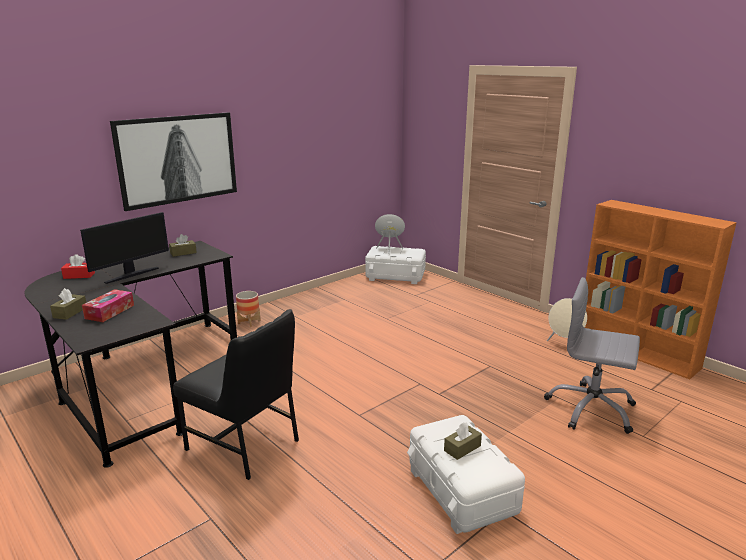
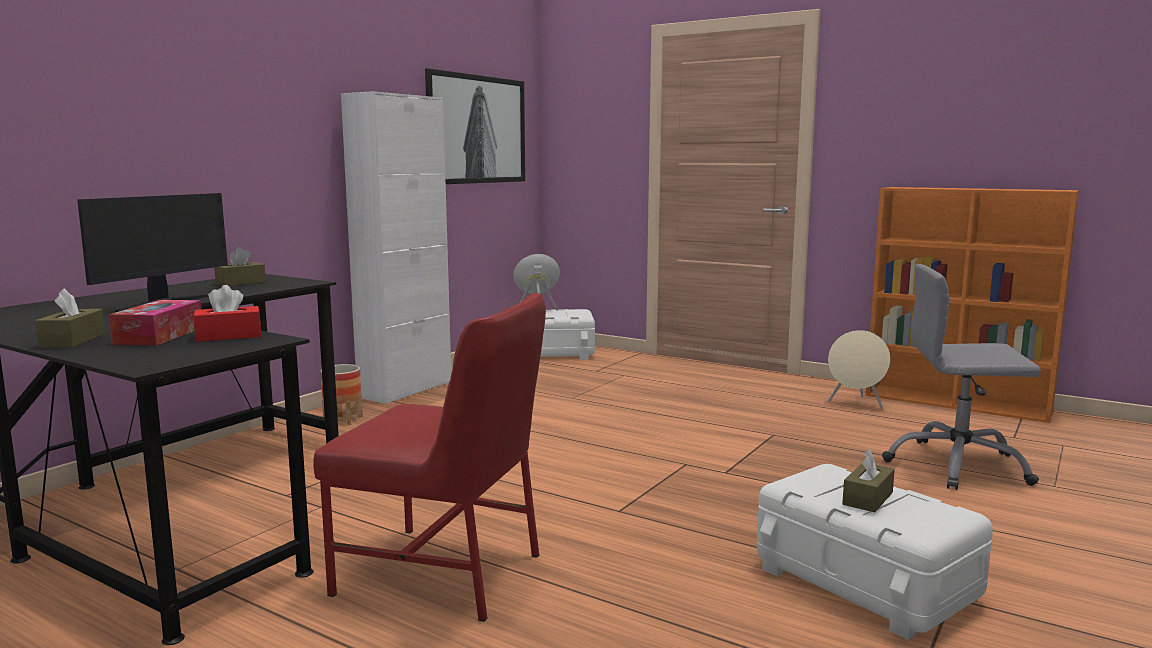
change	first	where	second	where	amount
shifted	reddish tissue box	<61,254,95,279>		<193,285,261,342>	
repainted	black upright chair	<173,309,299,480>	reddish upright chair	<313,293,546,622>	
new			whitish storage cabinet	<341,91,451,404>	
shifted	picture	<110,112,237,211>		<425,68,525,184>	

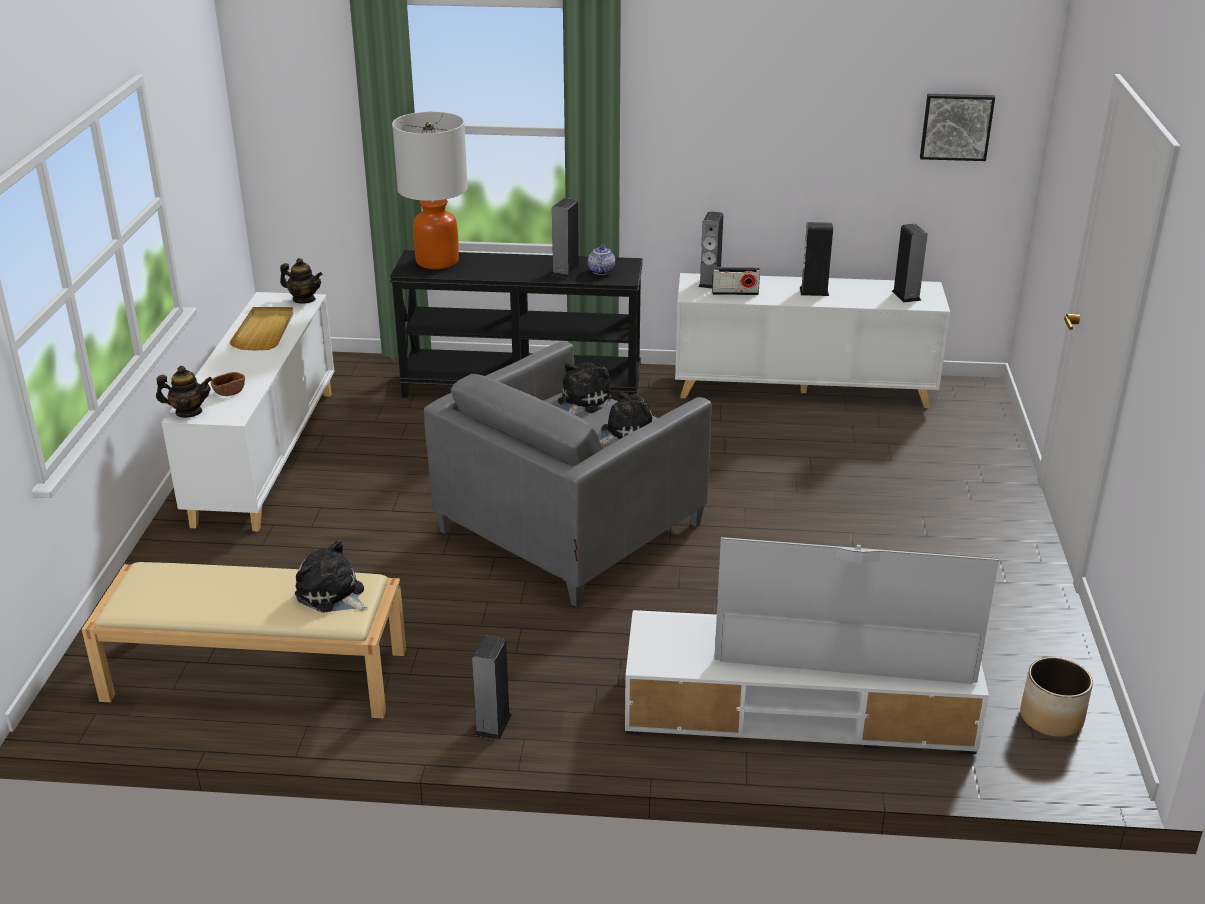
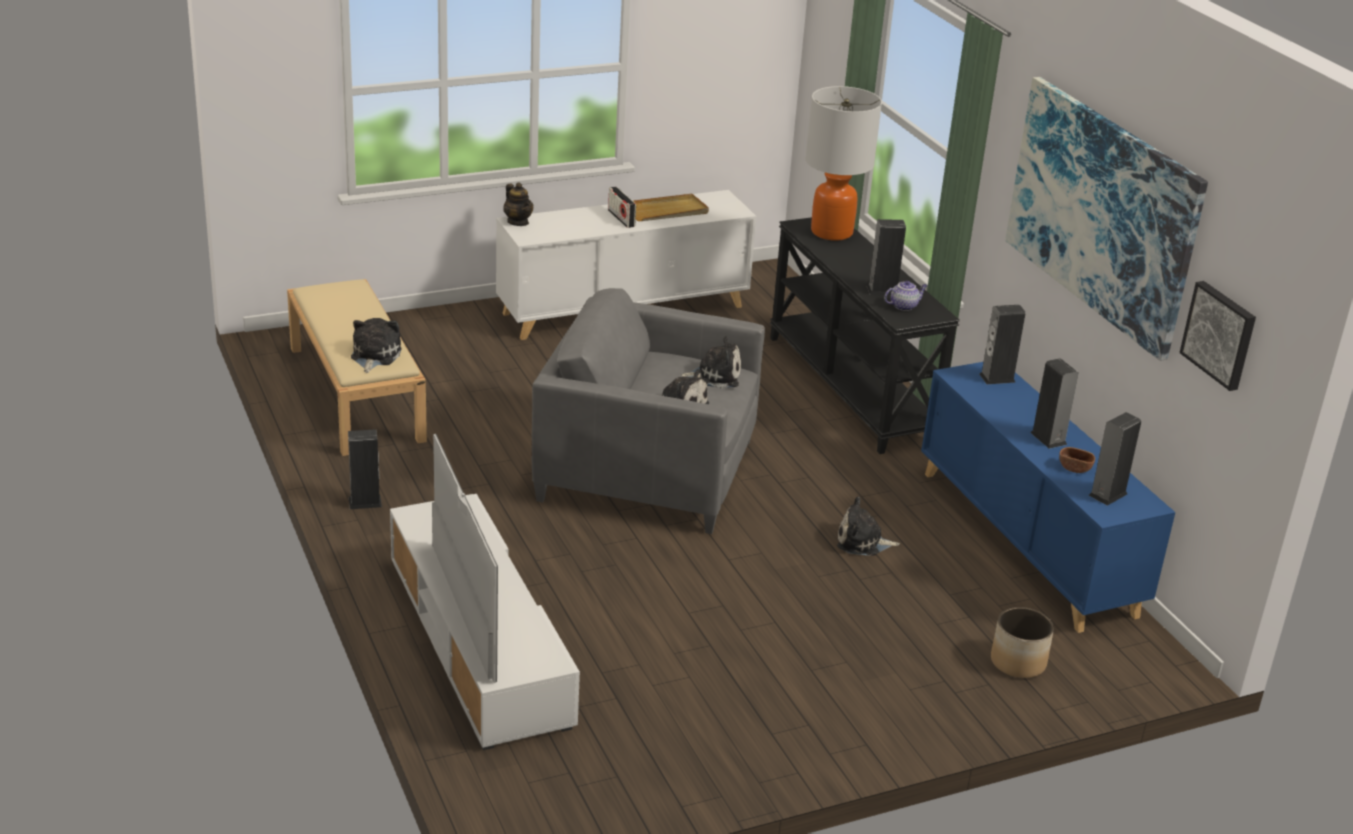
change	first	where	second	where	amount
shifted	radio	<712,267,760,295>		<608,187,636,228>	
new			soft toy	<837,497,900,556>	
repainted	whitish storage cabinet	<675,273,950,408>	bluish storage cabinet	<921,362,1175,633>	
shifted	plant pot	<1020,657,1093,737>		<991,607,1054,678>	
new			picture	<1005,77,1208,361>	
shifted	brown-coloured serving bowl	<211,372,245,396>		<1059,447,1095,473>	
gone	teapot	<280,258,323,304>			

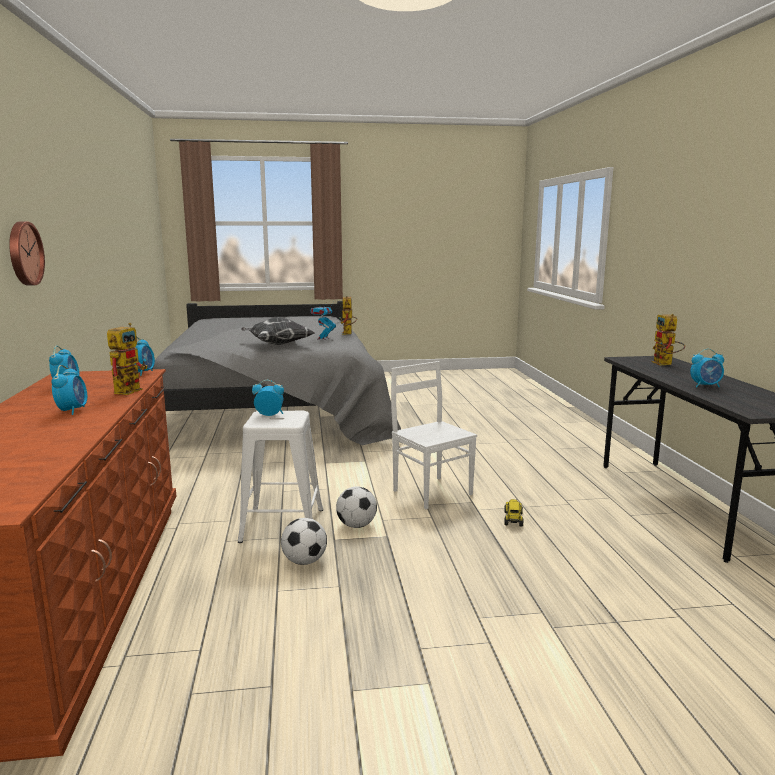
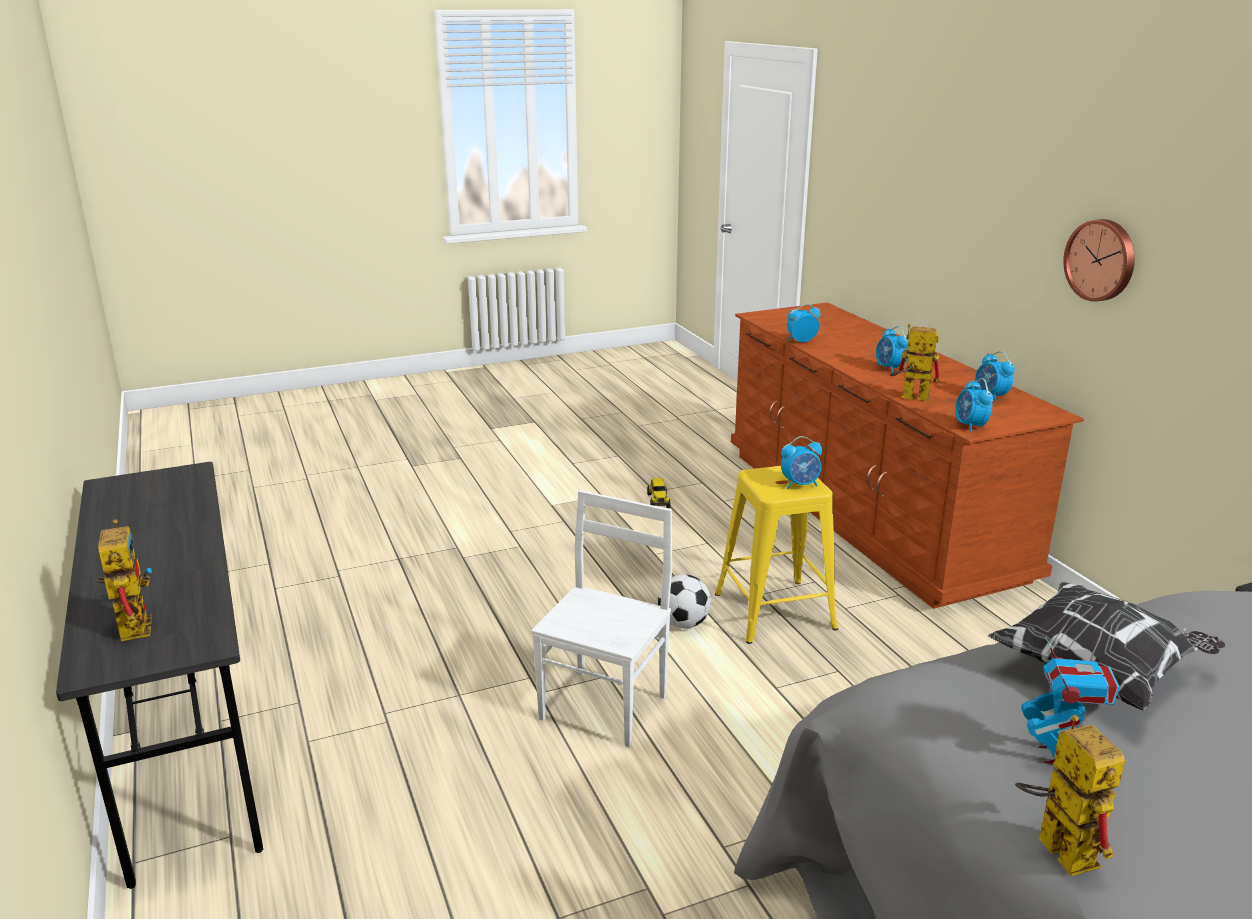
change	first	where	second	where	amount
rotated	whitish upright chair	<391,361,477,509>		<531,490,672,748>	105 degrees counterclockwise
shifted	model truck	<504,499,523,527>		<647,478,670,508>	
repainted	whitish stool seat	<238,411,323,543>	yellowish stool seat	<715,466,838,644>	
shifted	bedside clock	<690,349,724,387>		<787,304,820,342>	
rotated	robot figure	<107,323,148,395>		<890,324,941,401>	105 degrees clockwise
gone	football	<281,518,327,565>			

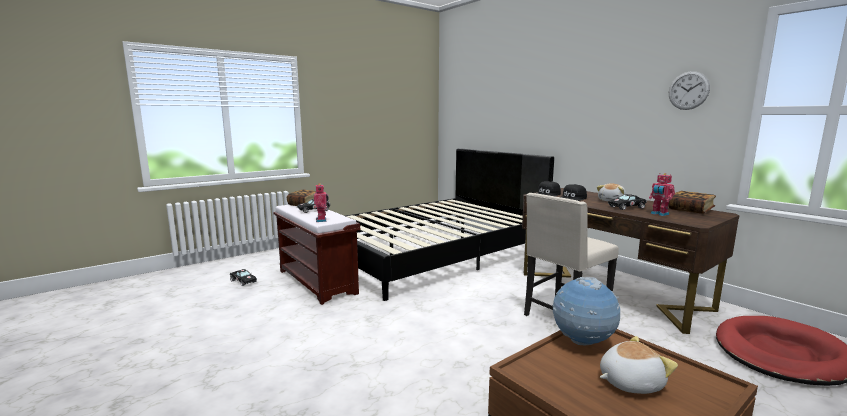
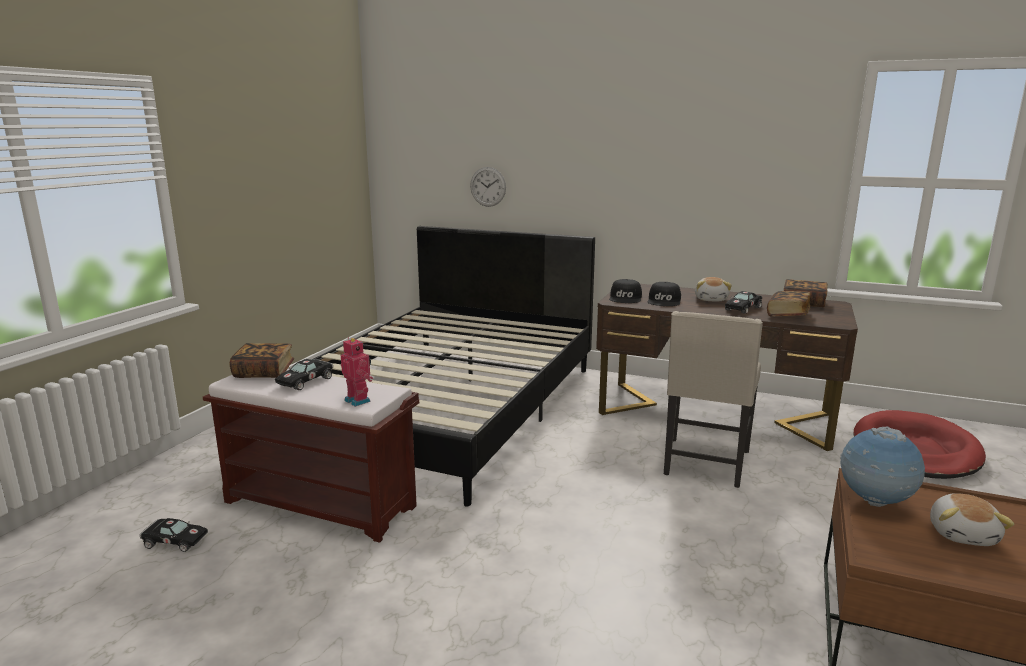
change	first	where	second	where	amount
shifted	hanging clock	<669,71,710,110>		<470,167,506,207>	
swapped	robot figure	<649,173,675,216>	volume	<767,291,811,316>	
rotated	soft toy	<600,336,678,394>		<930,493,1014,546>	150 degrees clockwise

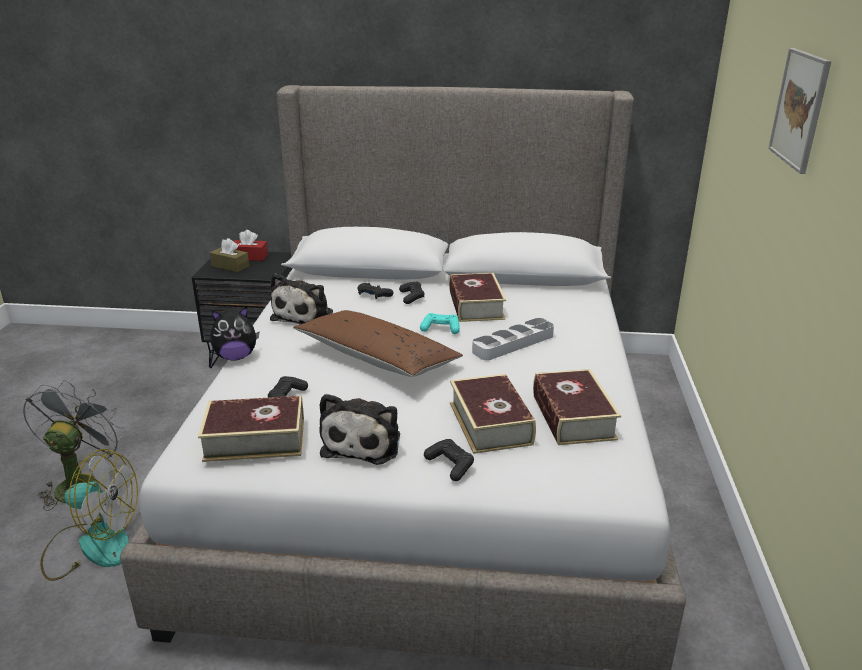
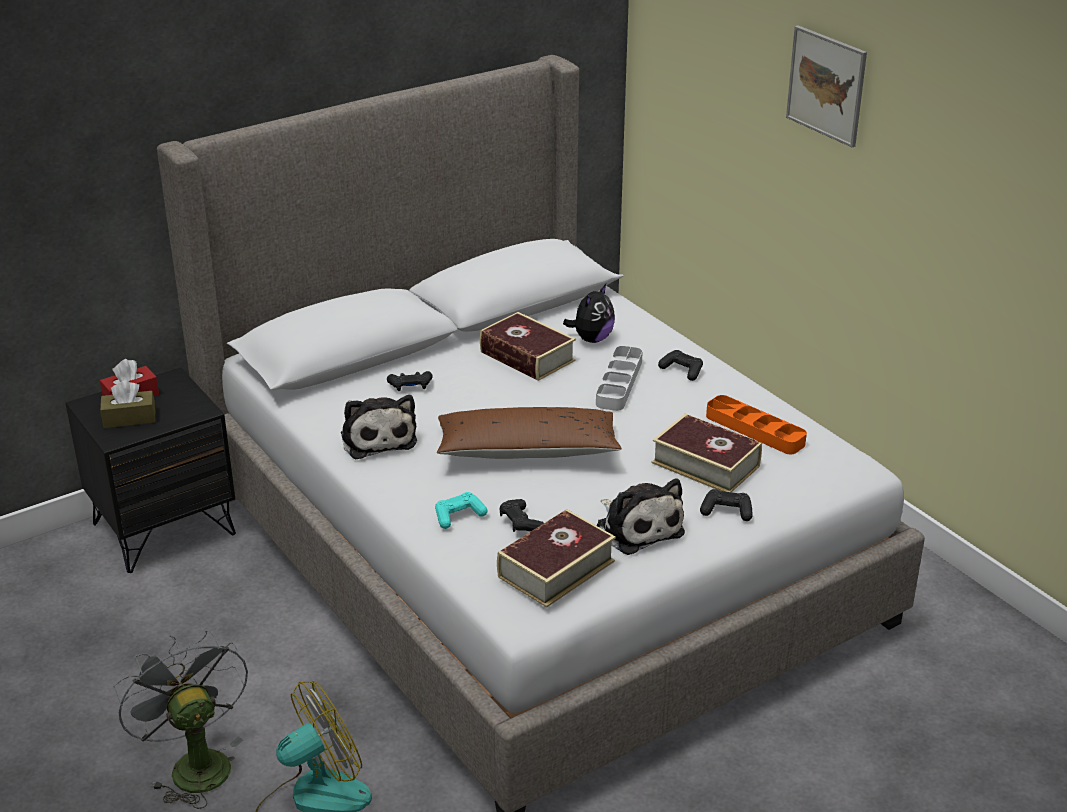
change	first	where	second	where	amount
shifted	turquoise-coloured game controller	<420,313,460,334>		<435,492,487,529>	
shifted	soft toy	<210,306,259,361>		<563,284,615,343>	
shifted	black game controller	<399,282,425,304>		<658,350,703,381>	
swapped	volume	<533,369,621,445>	orangey serving tray	<706,395,807,454>	

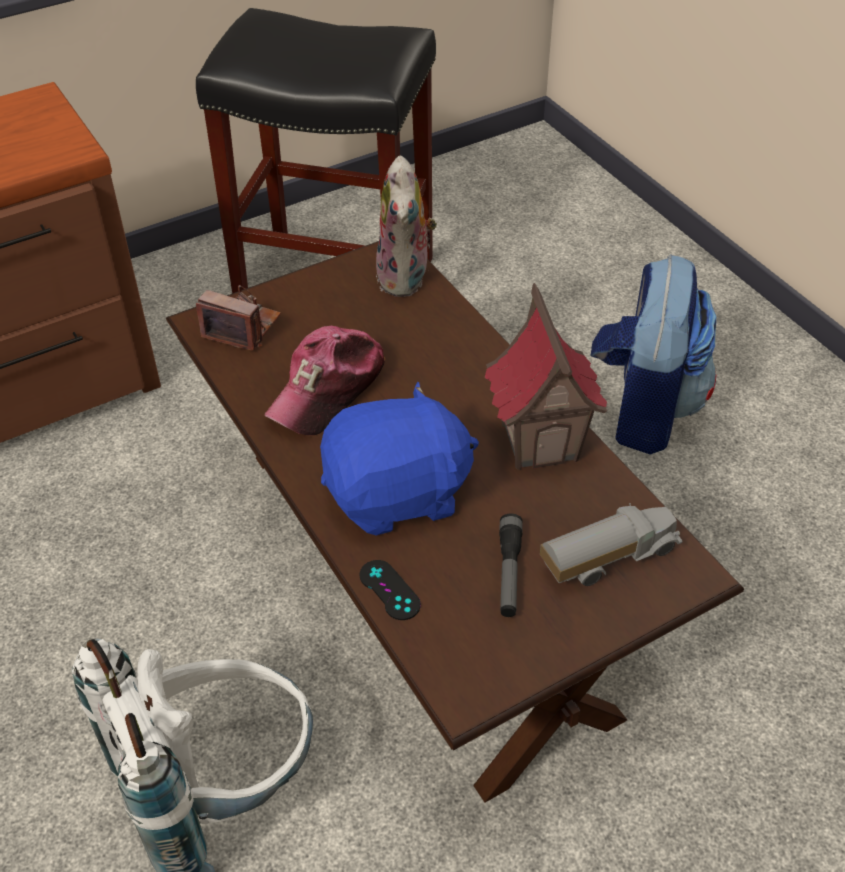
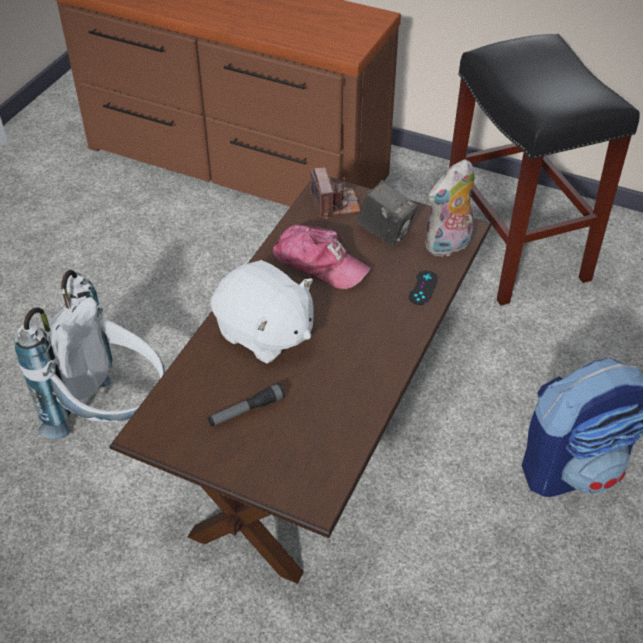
change	first	where	second	where	amount
repainted	bluish soft toy	<320,382,479,536>	whitish soft toy	<211,260,313,364>	
rotated	peaked cap	<264,326,386,435>		<273,224,371,289>	150 degrees counterclockwise
new			still camera	<357,182,418,246>	
shifted	black game controller	<359,560,421,620>		<409,271,438,305>	
gone	toy house	<485,283,607,470>			
gone	model truck	<540,503,683,586>			

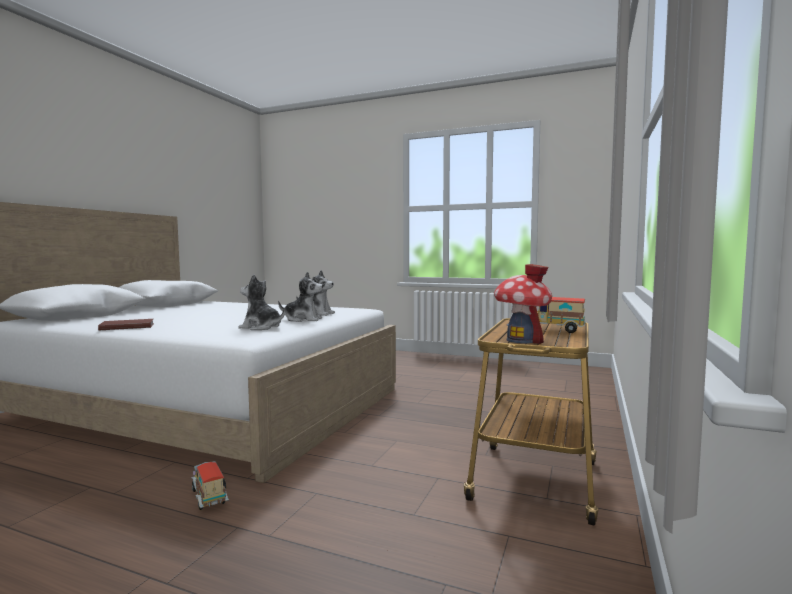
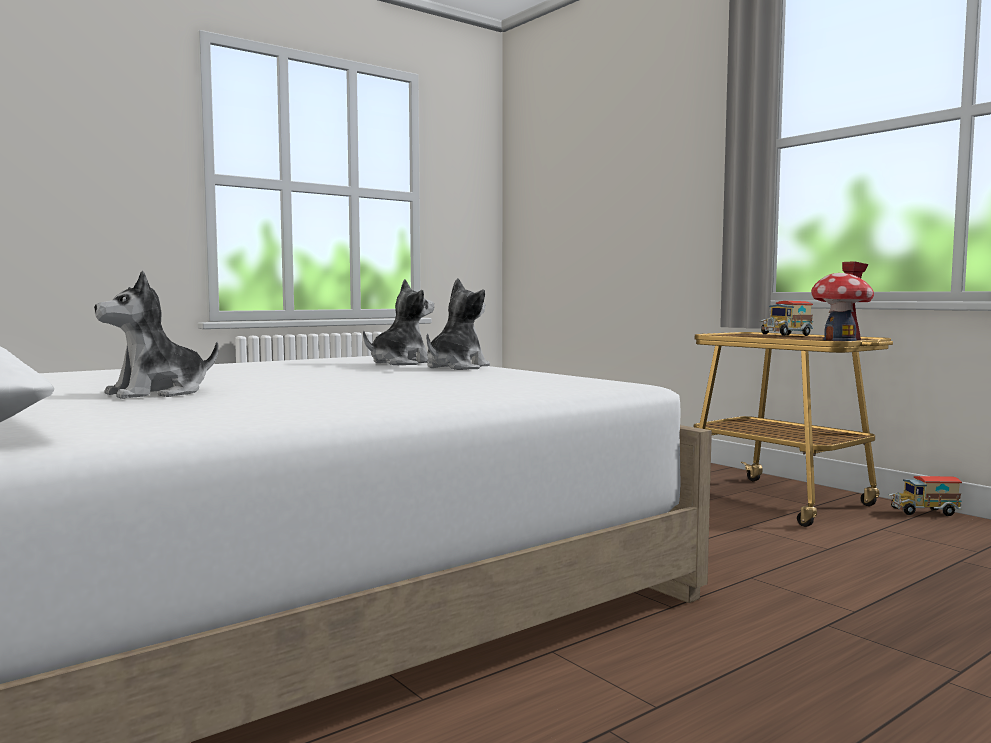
change	first	where	second	where	amount
shifted	soft toy	<238,274,286,330>		<94,270,219,399>	
shifted	model truck	<191,461,229,510>		<889,476,962,516>	
gone	brown-coloured volume	<98,319,154,330>			

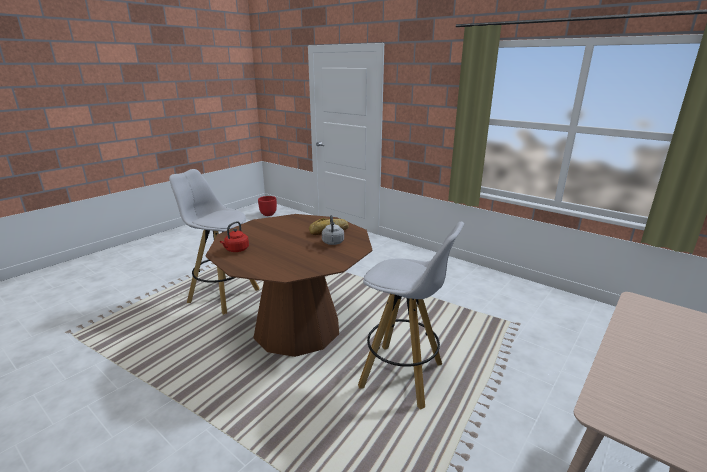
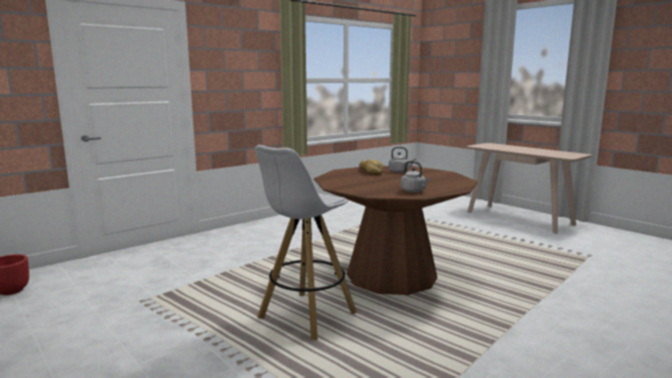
change	first	where	second	where	amount
repainted	reddish kettle	<220,221,249,252>	grey kettle	<401,161,430,193>	
gone	whitish stool seat	<358,222,464,410>			

